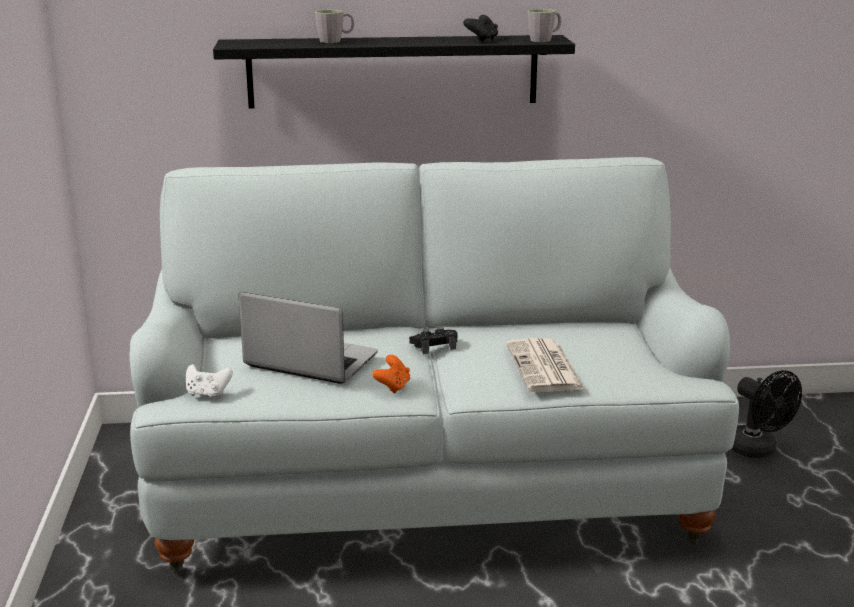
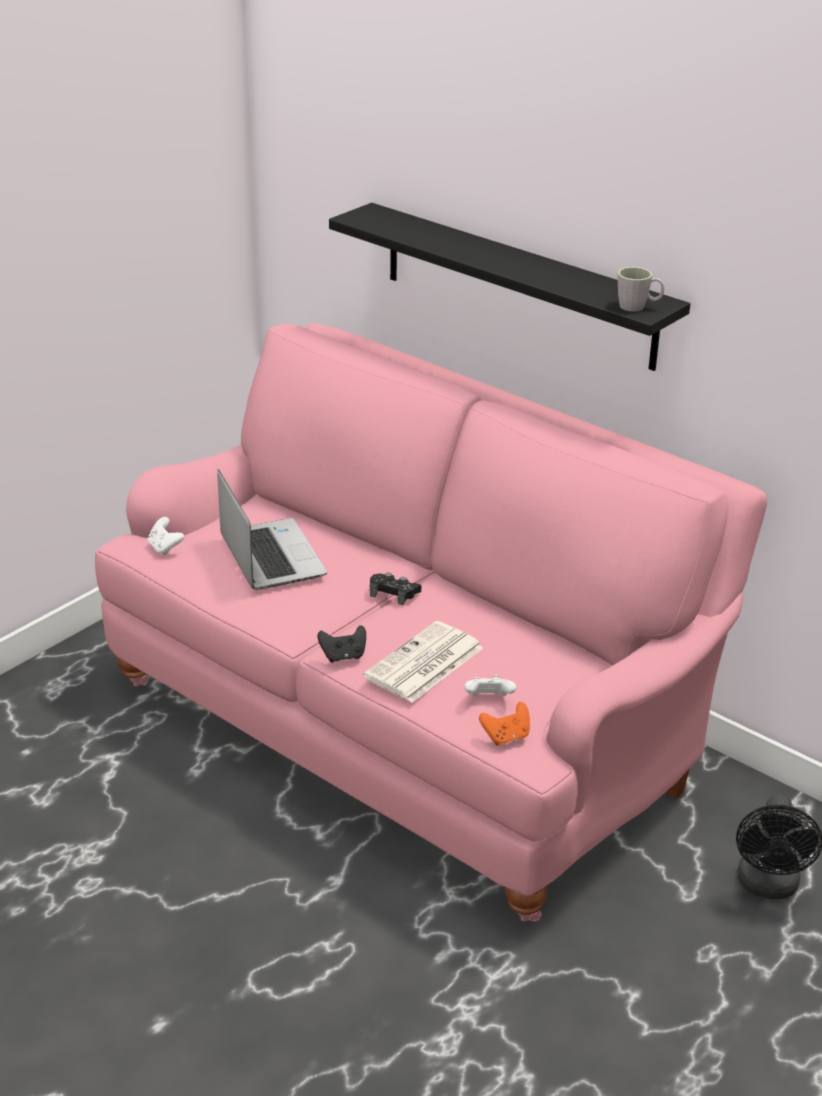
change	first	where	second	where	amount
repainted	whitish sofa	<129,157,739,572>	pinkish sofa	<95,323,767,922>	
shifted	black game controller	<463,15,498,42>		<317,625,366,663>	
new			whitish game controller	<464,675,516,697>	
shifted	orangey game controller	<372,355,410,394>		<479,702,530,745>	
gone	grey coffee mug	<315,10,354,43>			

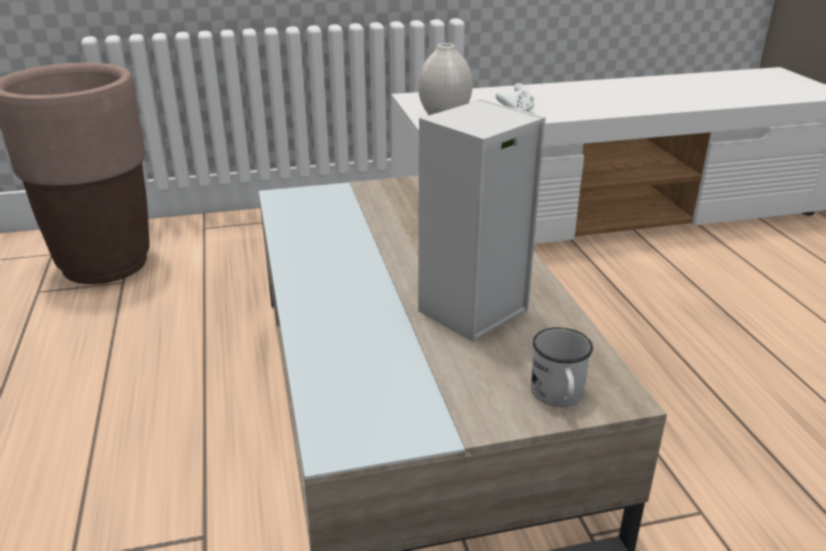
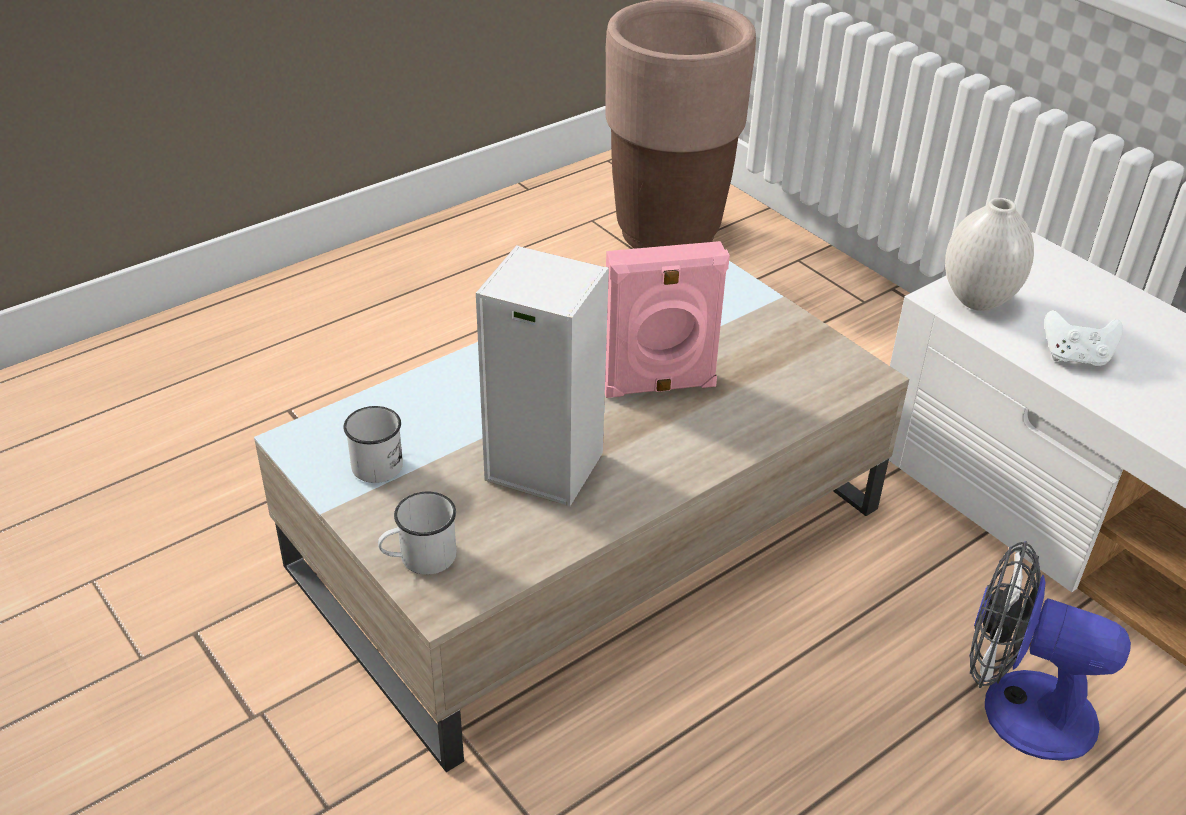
change	first	where	second	where	amount
new			whitish coffee mug	<343,406,403,483>	
new			pinkish speaker	<605,241,730,398>	
new			electric fan	<969,541,1131,761>	

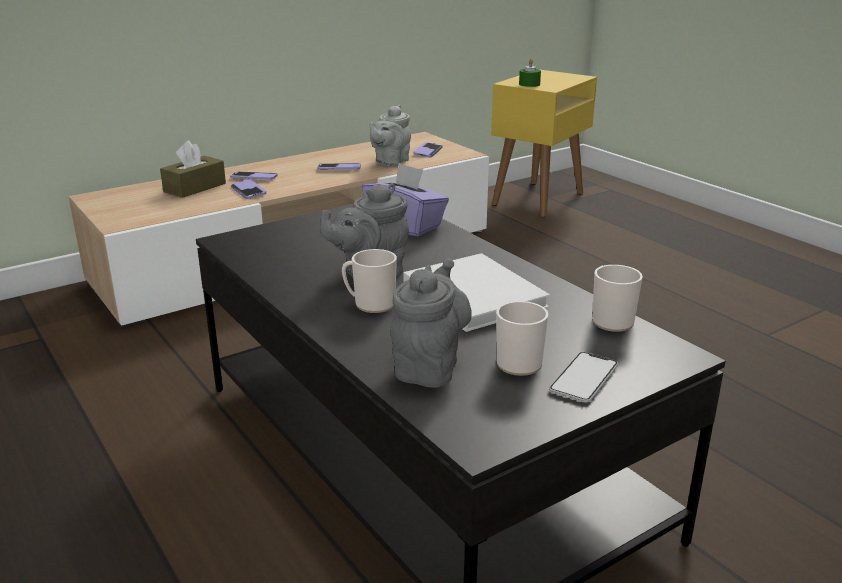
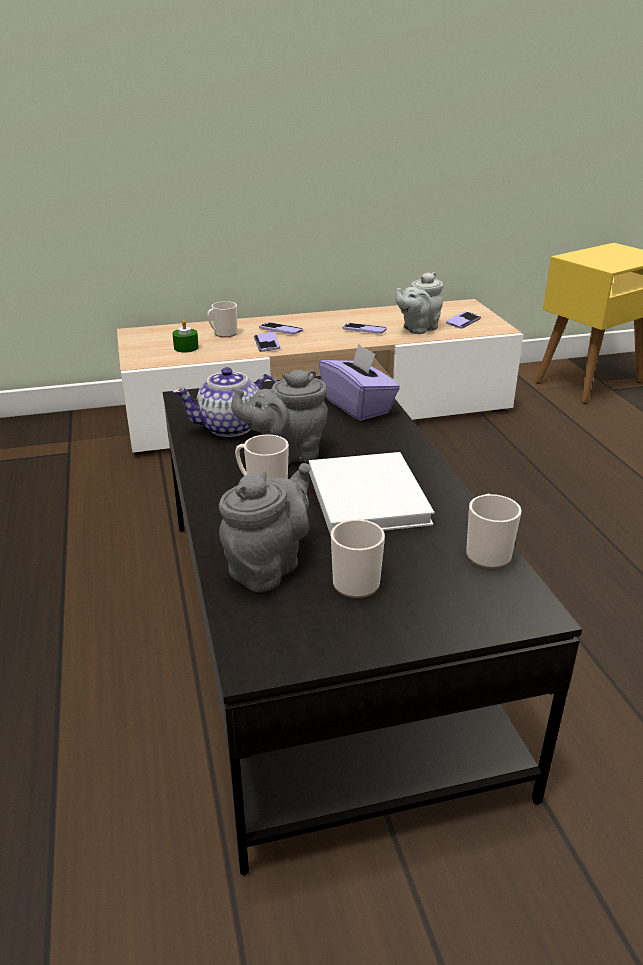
change	first	where	second	where	amount
shifted	green-coloured wax light	<519,59,541,87>		<172,320,199,352>	
new			teapot	<173,367,277,437>	
swapped	brown-coloured tissue box	<160,141,226,198>	coffee mug	<207,301,237,338>	
gone	telephone	<549,352,618,403>			

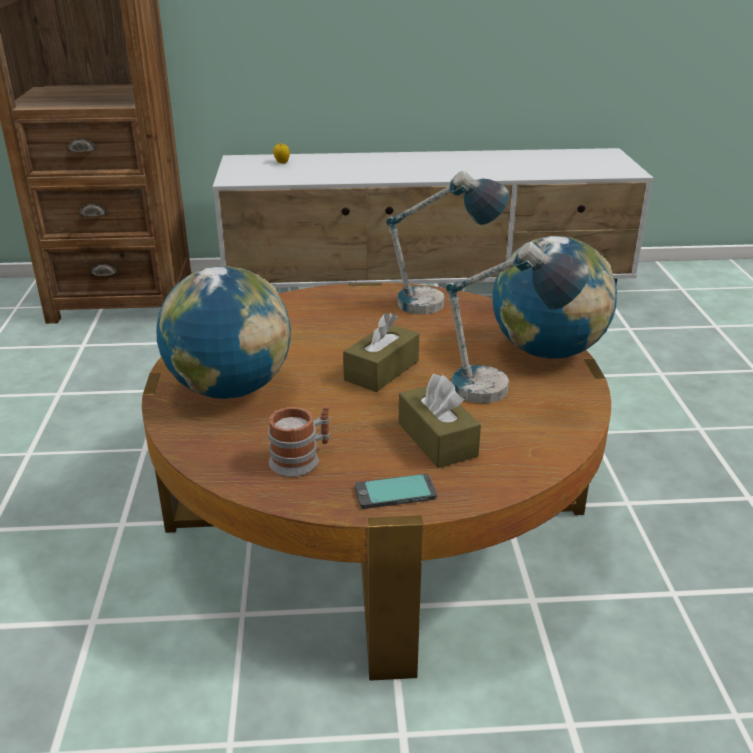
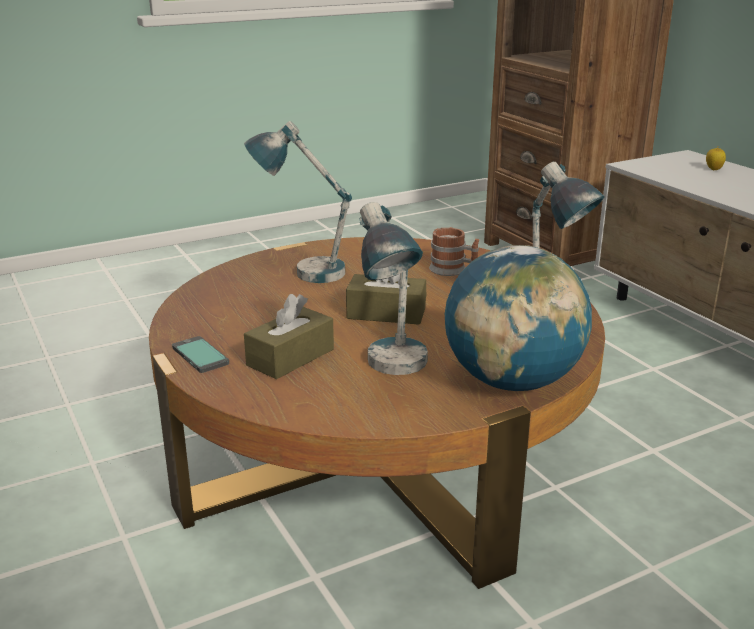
change	first	where	second	where	amount
swapped	world globe	<156,266,291,399>	tabletop lamp	<244,121,352,283>	
shifted	coffee mug	<268,406,330,477>		<429,227,479,276>	

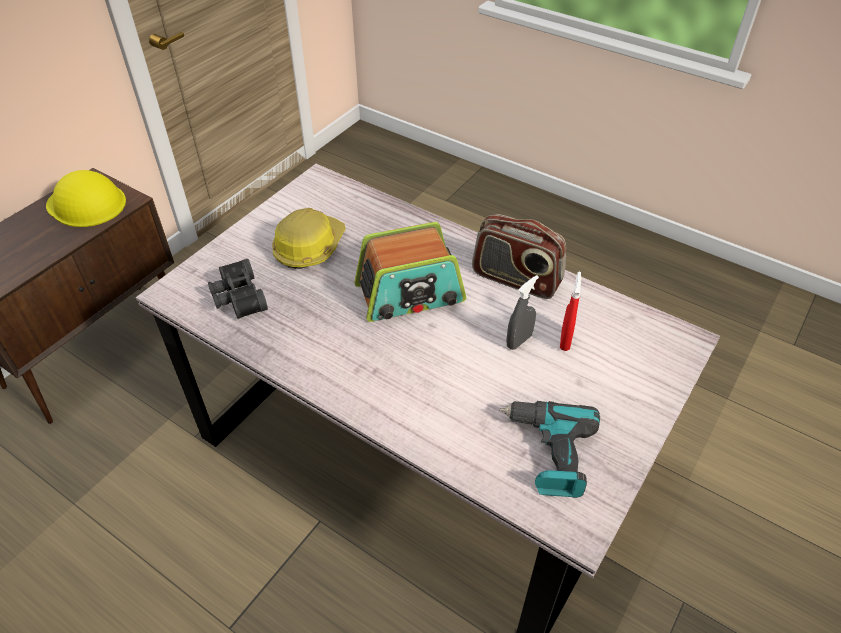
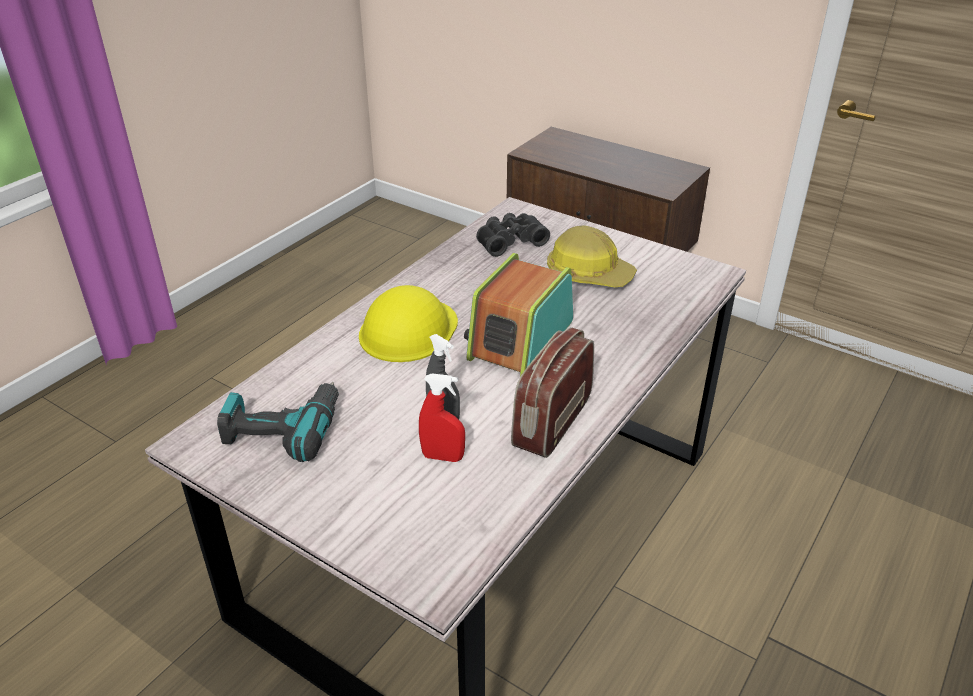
change	first	where	second	where	amount
shifted	yellowish work helmet	<46,170,126,227>		<359,285,458,362>	
rotated	radio	<354,222,466,322>		<464,253,573,377>	45 degrees clockwise

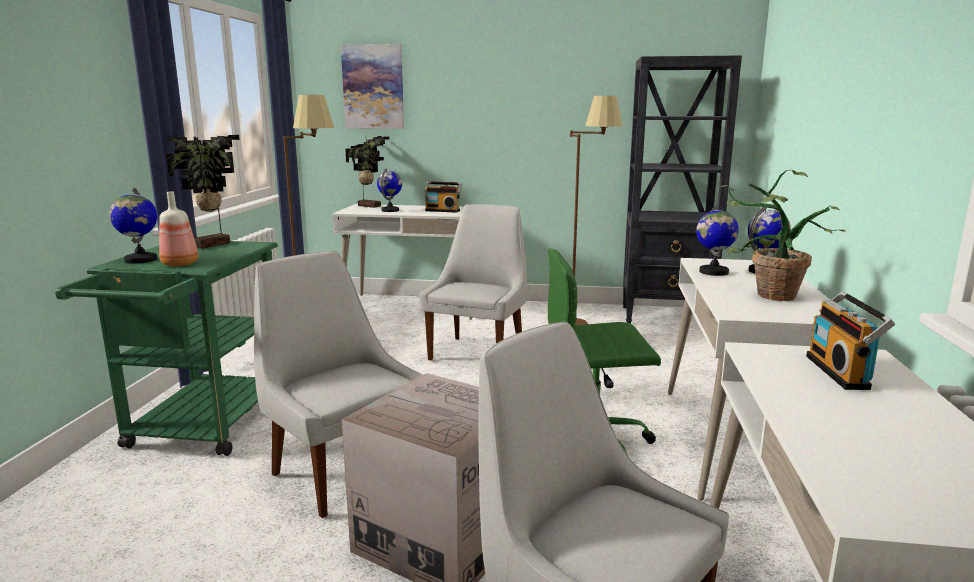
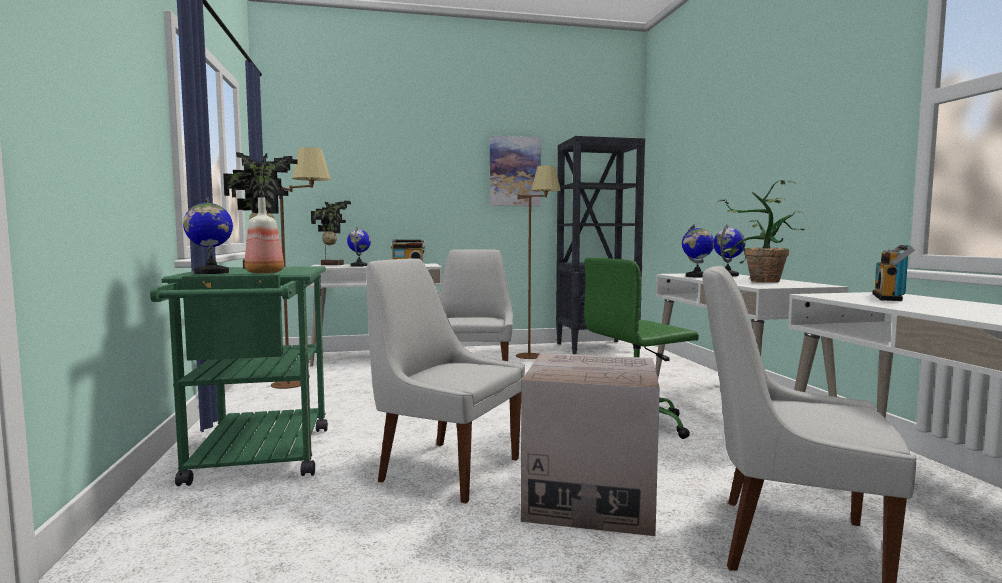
change	first	where	second	where	amount
shifted	picture	<341,44,404,129>		<490,136,541,206>	
rotated	radio	<806,291,895,390>		<872,245,915,301>	45 degrees clockwise

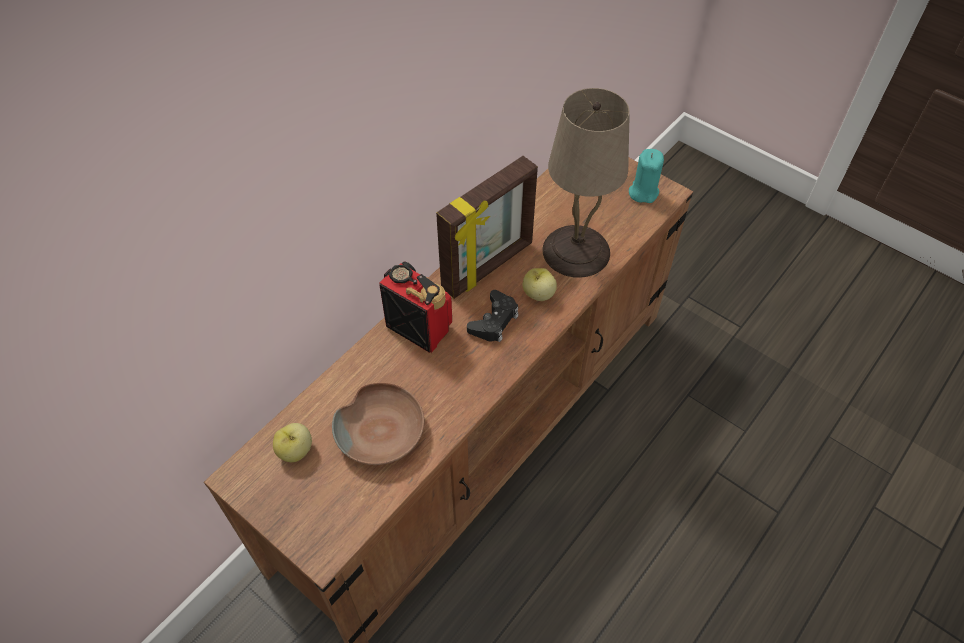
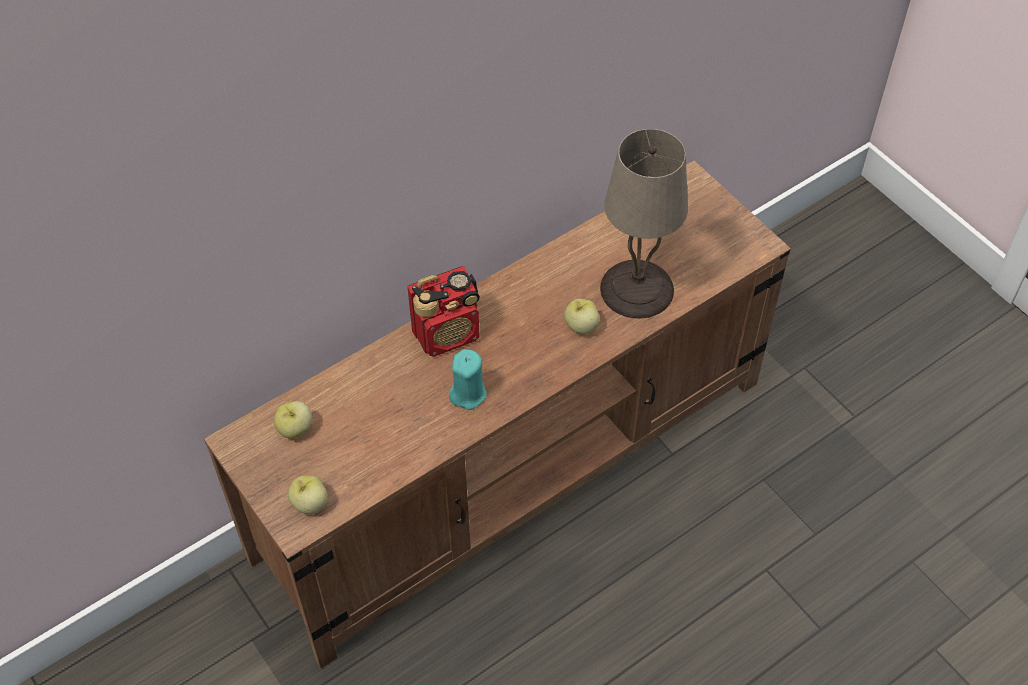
change	first	where	second	where	amount
new			apple	<288,476,328,514>	
rotated	radio	<379,261,452,353>		<408,266,480,357>	105 degrees clockwise
shifted	turquoise-coloured wax light	<629,149,664,203>		<449,349,487,410>	
gone	brown-coloured serving bowl	<332,383,424,465>			
gone	photo frame	<436,156,538,299>			
gone	black game controller	<467,290,519,342>			

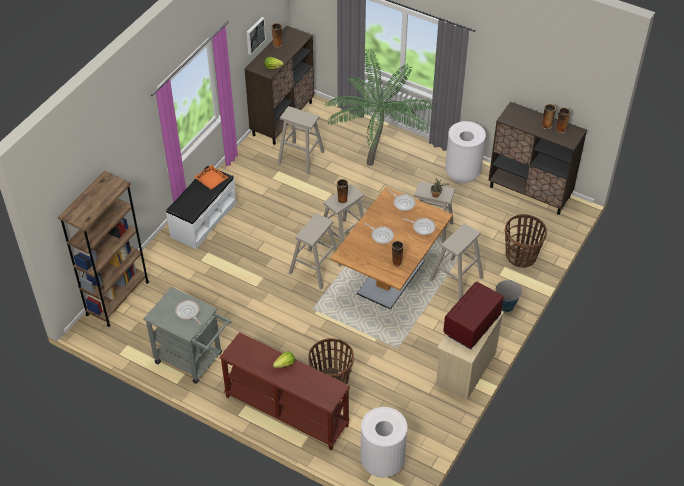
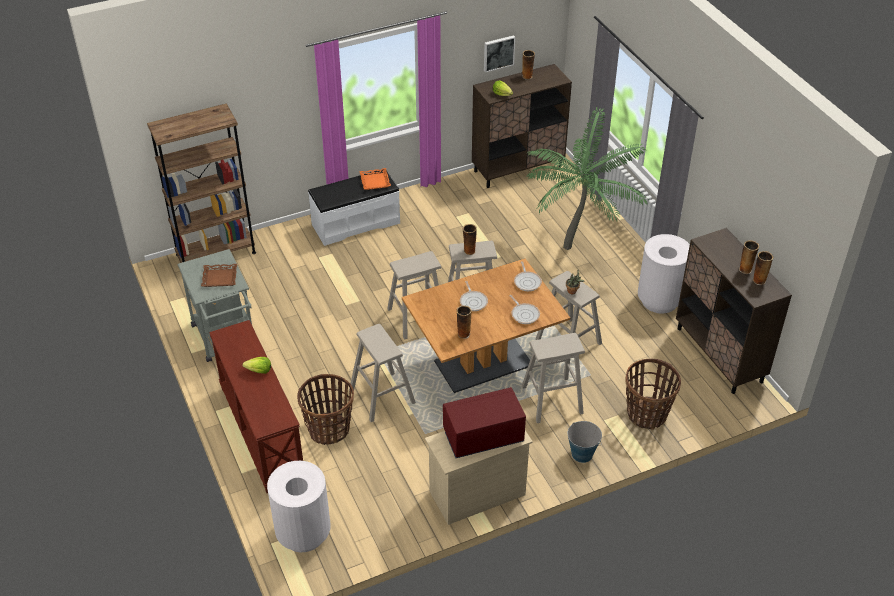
change	first	where	second	where	amount
swapped	skillet	<175,300,202,325>	brown-coloured serving tray	<201,264,237,287>	
shifted	beige-coloured stool seat	<278,106,325,175>		<349,324,416,422>	

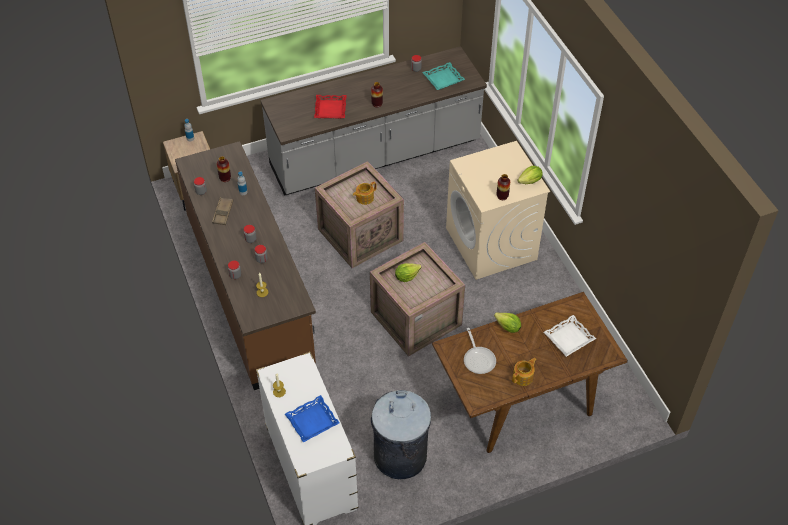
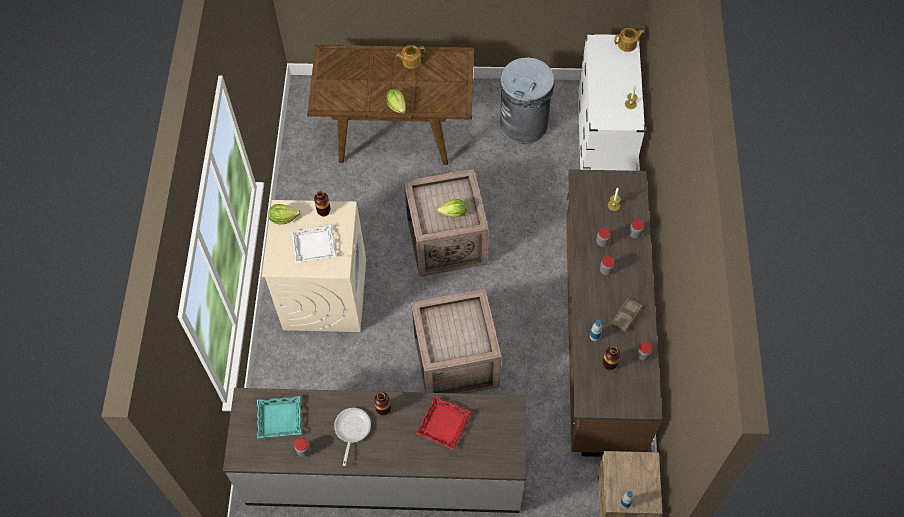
change	first	where	second	where	amount
shifted	whitish serving tray	<544,315,596,357>		<291,224,337,263>	
shifted	skillet	<464,328,496,374>		<334,408,371,466>	
shifted	teapot	<353,182,376,205>		<614,28,644,52>	
gone	bluish serving tray	<285,395,340,443>			

